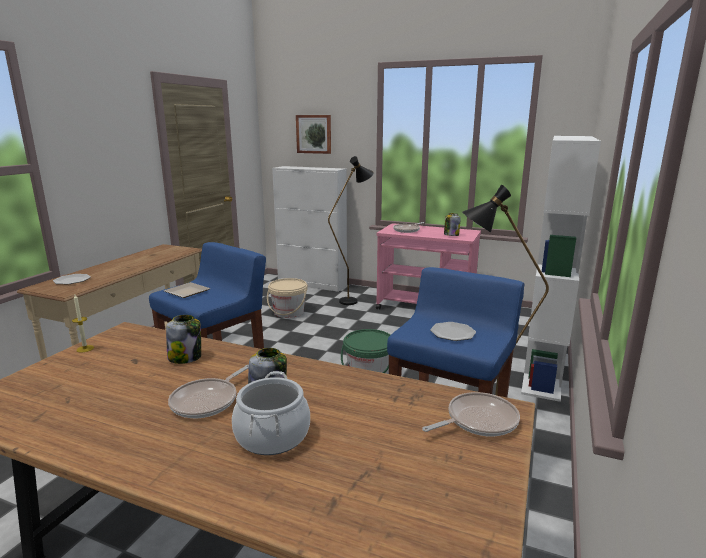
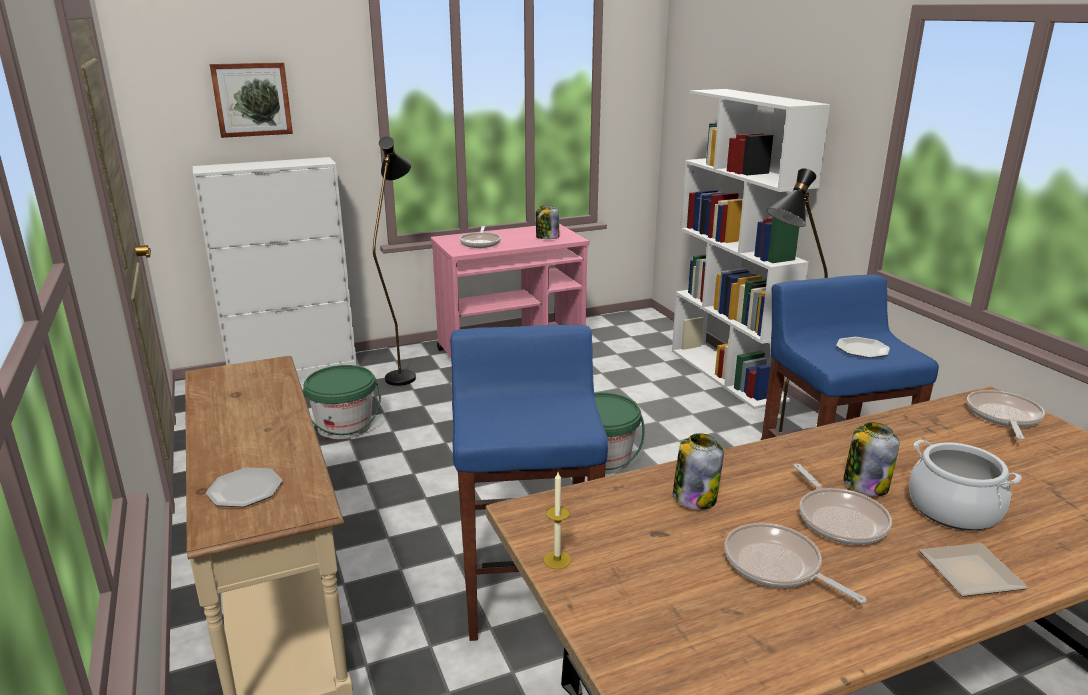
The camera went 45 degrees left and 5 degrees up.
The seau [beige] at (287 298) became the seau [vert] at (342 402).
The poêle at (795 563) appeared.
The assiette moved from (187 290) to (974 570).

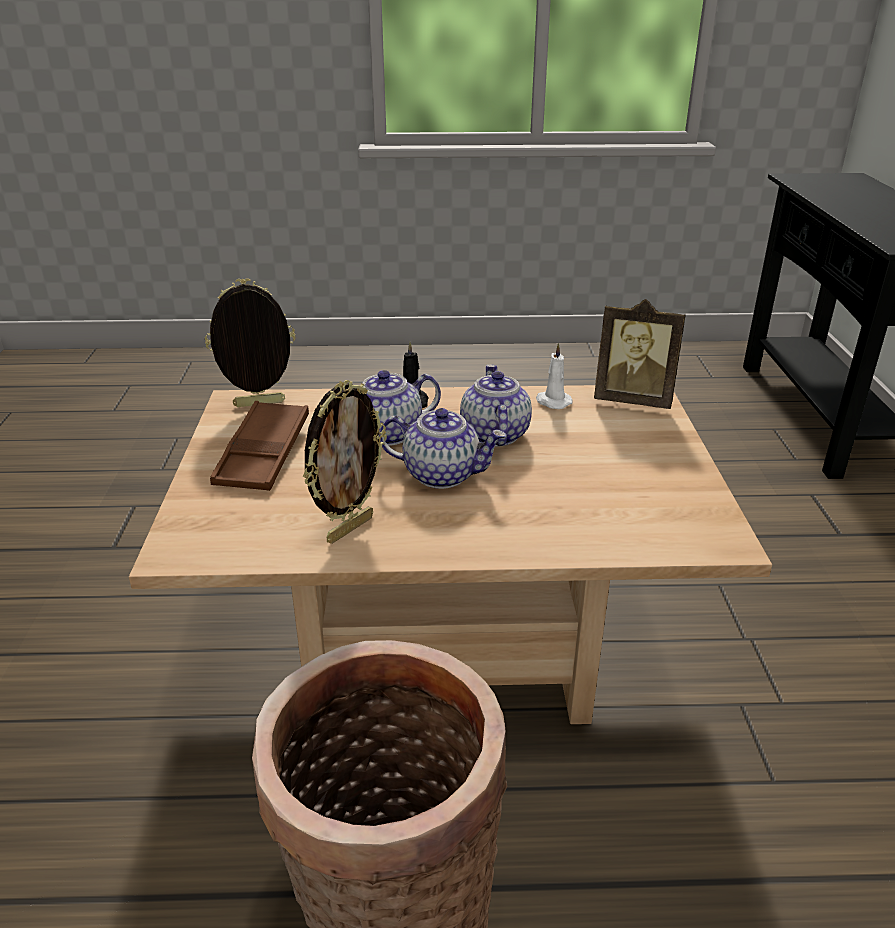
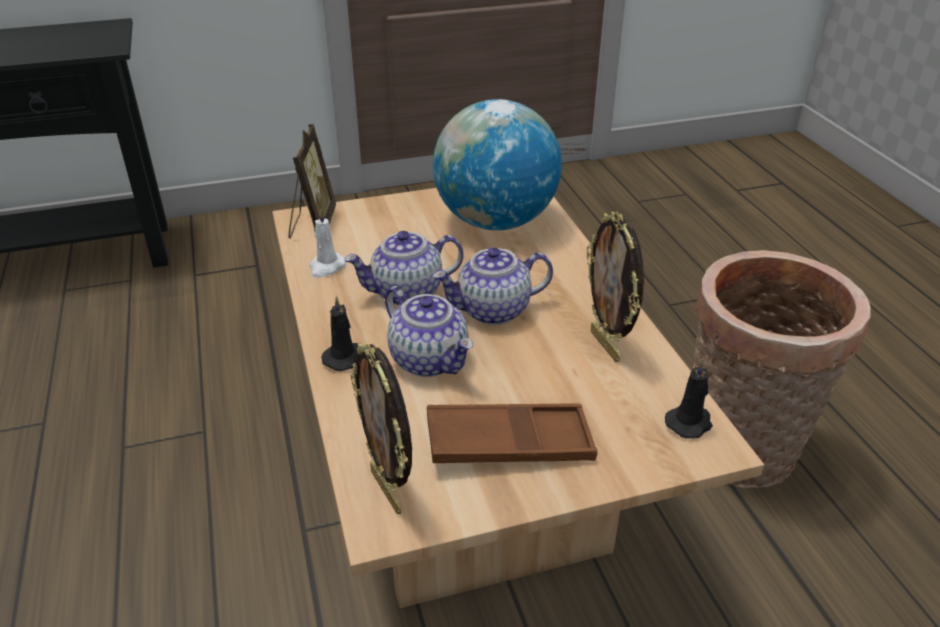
The camera went 105 degrees left and 5 degrees up.
The globe at (497 164) appeared.
The théière at (442 448) turned 105 degrees counterclockwise.
The cadre photo at (345 462) turned 135 degrees counterclockwise.
The bougie [noir] at (689 399) appeared.

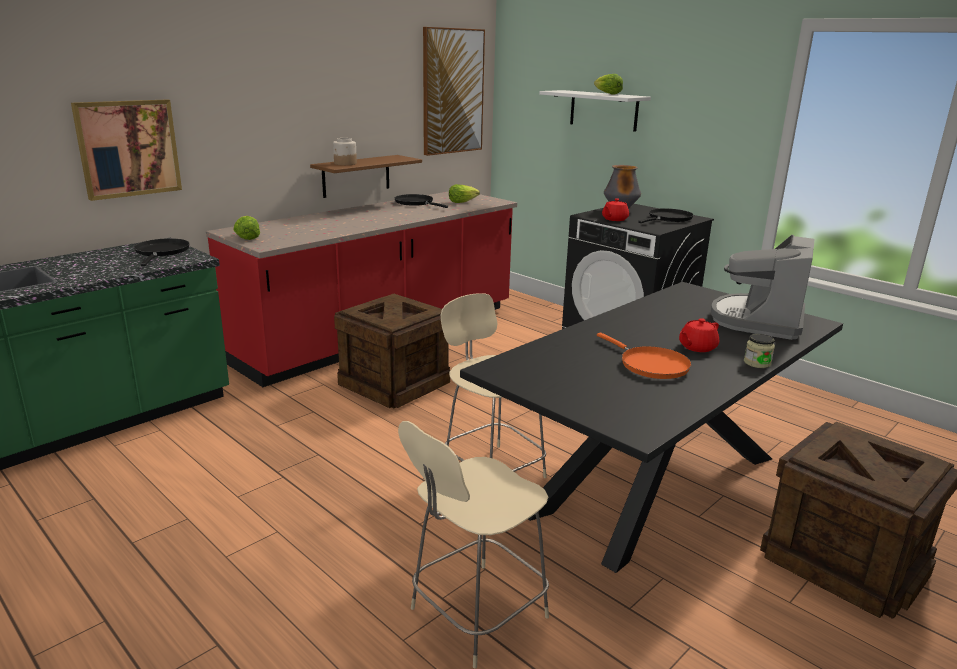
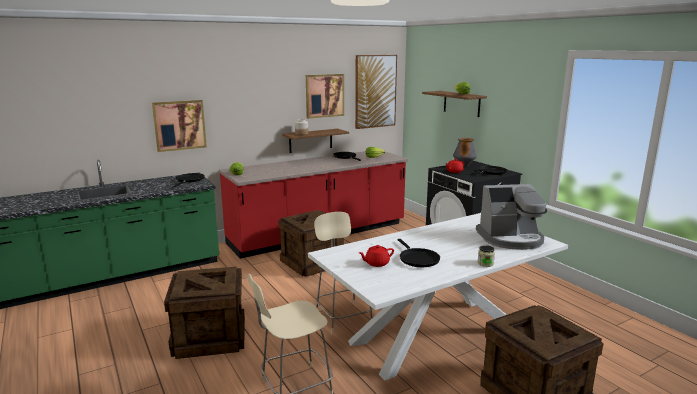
The camera went 15 degrees right and 5 degrees down.
The caisse at (204 313) appeared.
The tableau at (325 96) appeared.
The table à manger [noir] at (651 427) became the table à manger [blanc] at (438 296).
The théière [rouge] moved from (699 335) to (376 256).
The poêle [orange] at (644 356) became the poêle [noir] at (419 253).
The étagère [blanc] at (595 111) became the étagère [marron] at (454 104).
The machine à café at (762 287) turned 135 degrees counterclockwise.

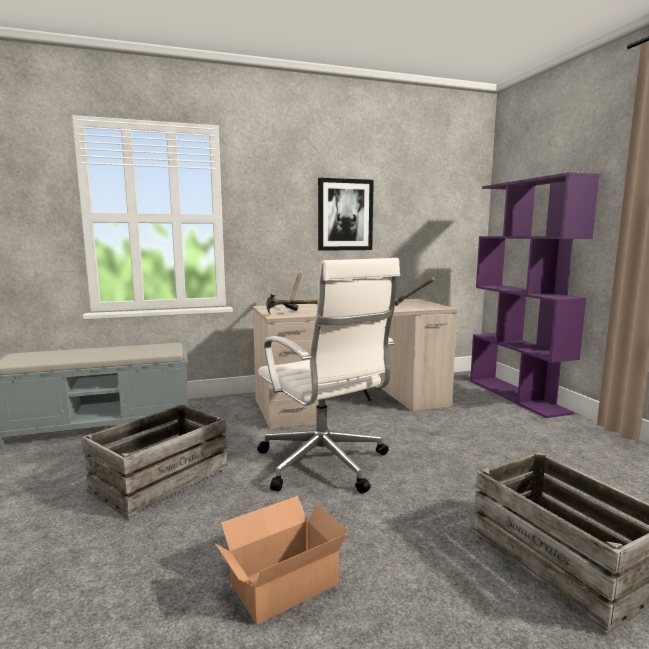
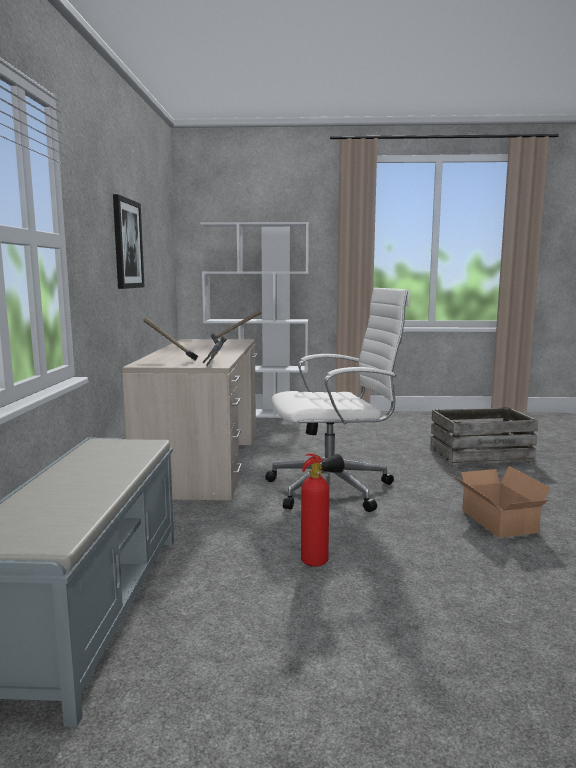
The camera went 70 degrees left and 0 degrees up.
The bibliothèque [violet] at (535 295) became the bibliothèque [blanc] at (254 320).
The caisse at (155 462) was replaced by the extincteur at (322 510).

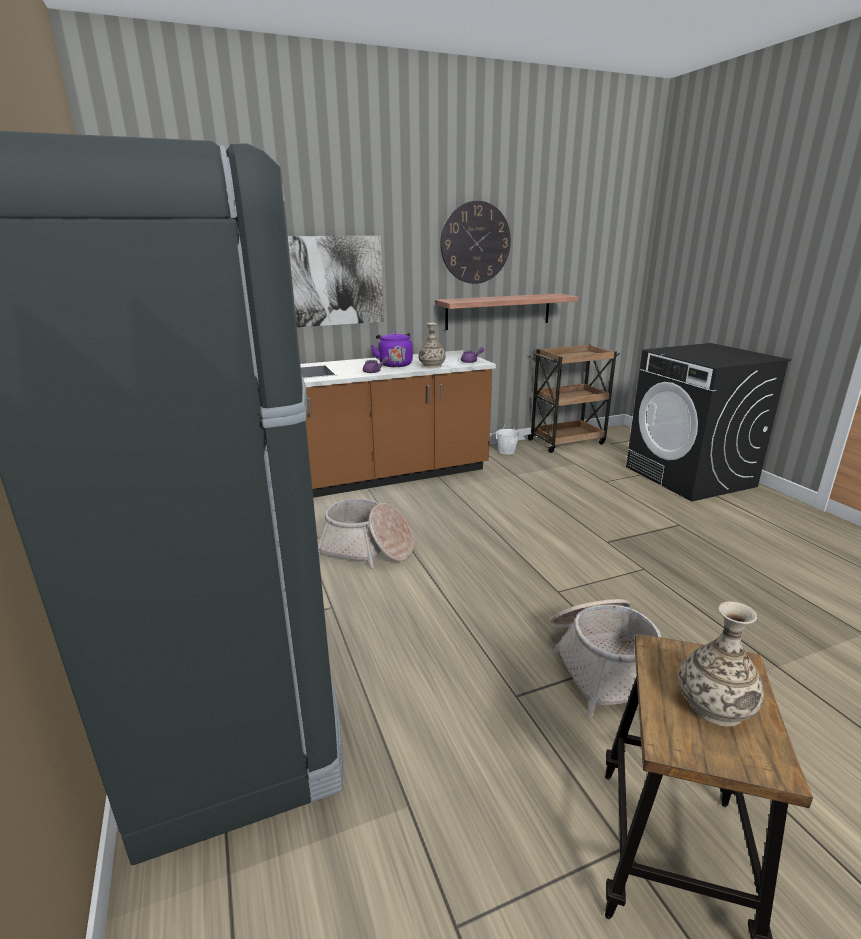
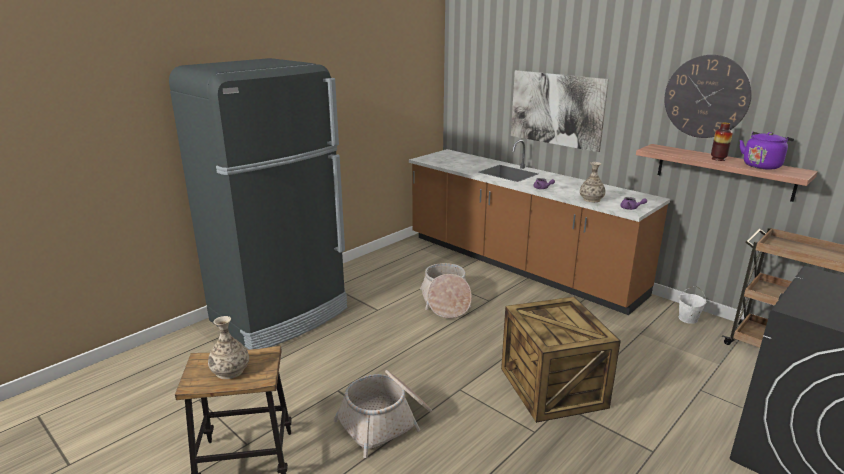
The camera went 65 degrees right and 0 degrees up.
The caisse at (561 360) appeared.
The vase at (722 141) appeared.
The bouilloire [violet] moved from (392 349) to (767 151).

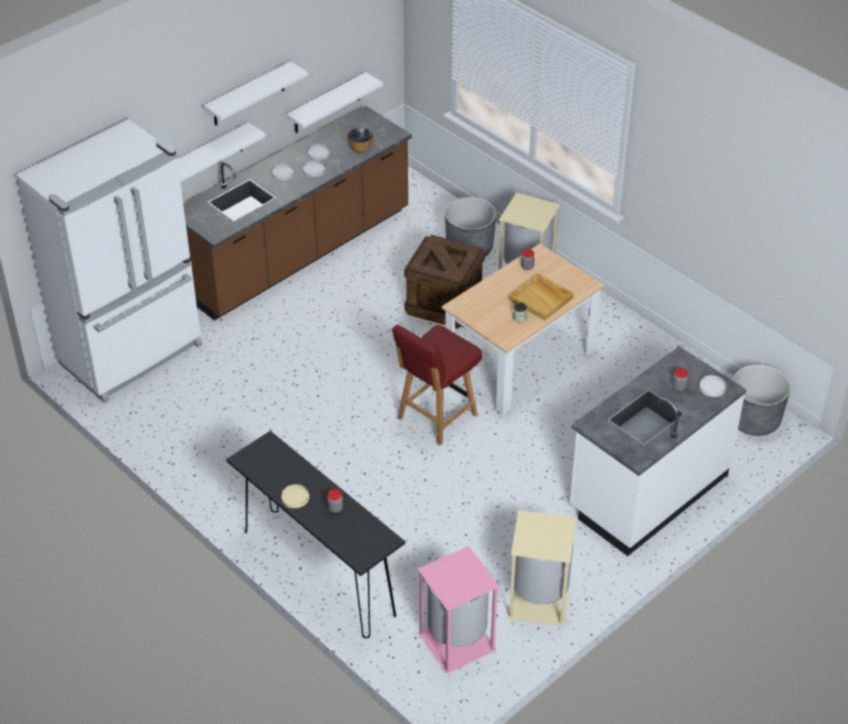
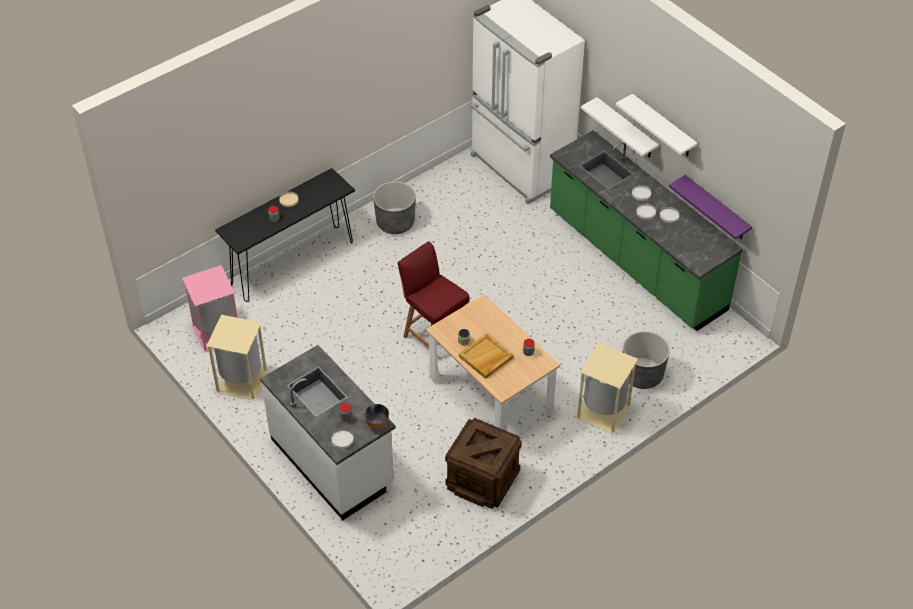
The camera went 95 degrees right and 5 degrees up.
The bol moved from (360 140) to (376 417).
The cache-pot [gris] moved from (762 400) to (394 207).
The caisse moved from (444 282) to (483 463).
The comptoir de cuisine [marron] at (297 213) became the comptoir de cuisine [vert] at (646 230).
The étagère [blanc] at (334 102) became the étagère [violet] at (710 207).

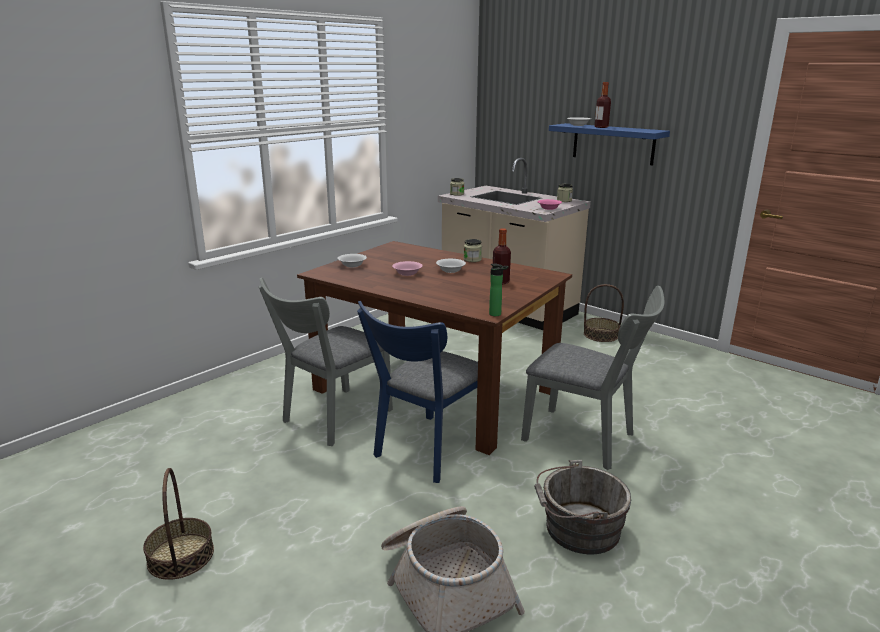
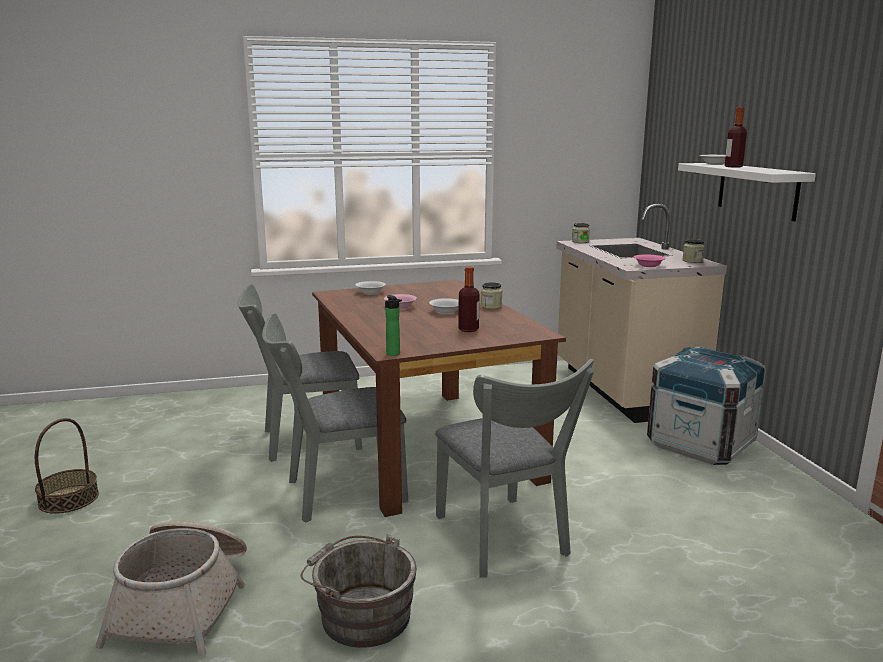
The camera went 35 degrees right and 5 degrees down.
The chaise [bleu] at (417 392) became the chaise [gris] at (335 418).
The panier at (604 313) was replaced by the caisse at (706 406).
The étagère [bleu] at (609 144) became the étagère [blanc] at (747 192).

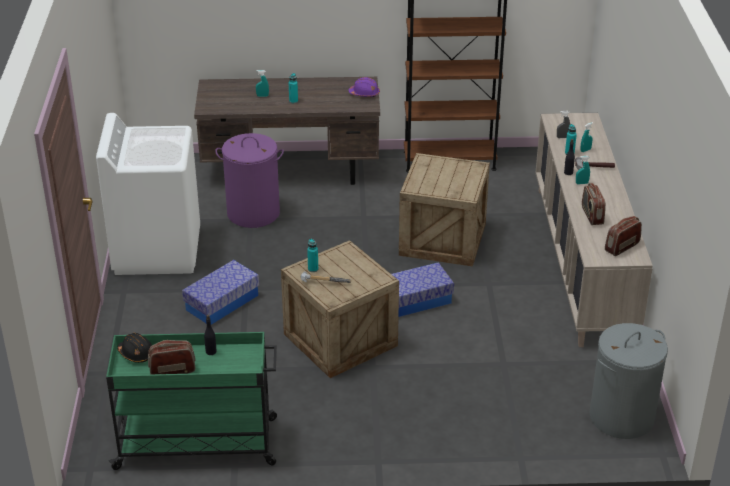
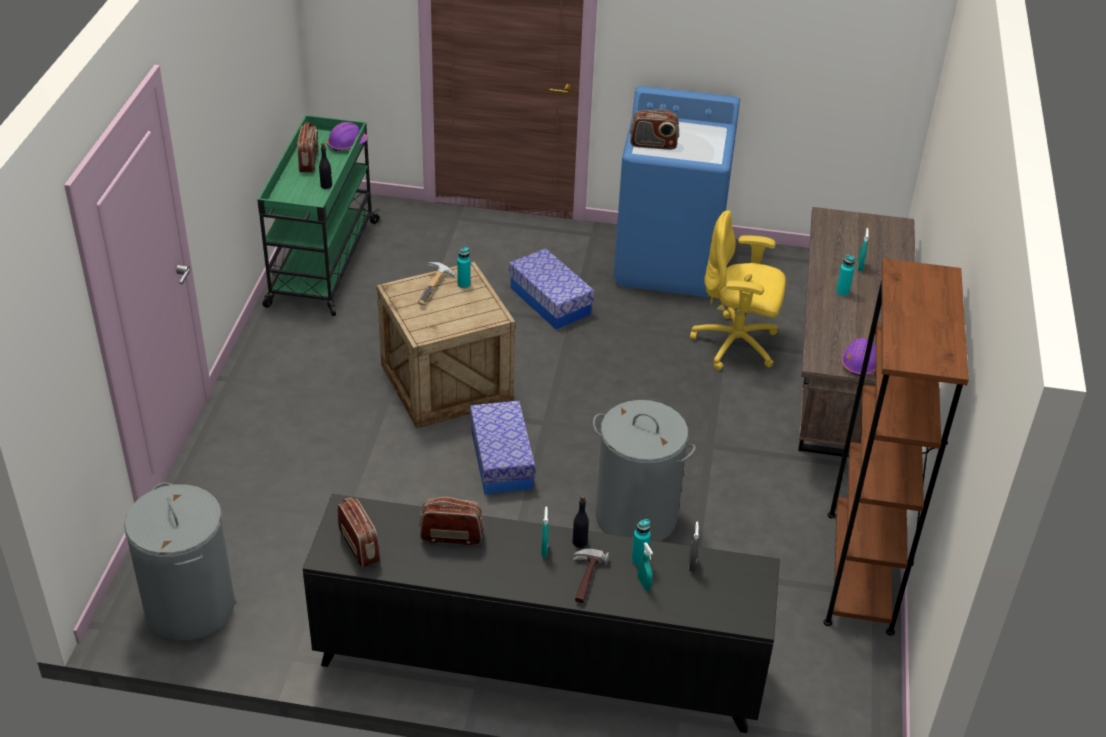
The camera went 100 degrees right and 5 degrees up.
The meuble de rangement [beige] at (594 230) became the meuble de rangement [noir] at (541 613).
The casque de chantier [noir] at (134 348) became the casque de chantier [violet] at (347 136).
The caisse at (444 210) was replaced by the panier à linge [gris] at (644 470).
The lave-linge [blanc] at (148 194) became the lave-linge [bleu] at (677 191).
The radio at (654 129) appeared.
The panier à linge [violet] at (249 180) was replaced by the chaise de bureau [jaune] at (738 290).

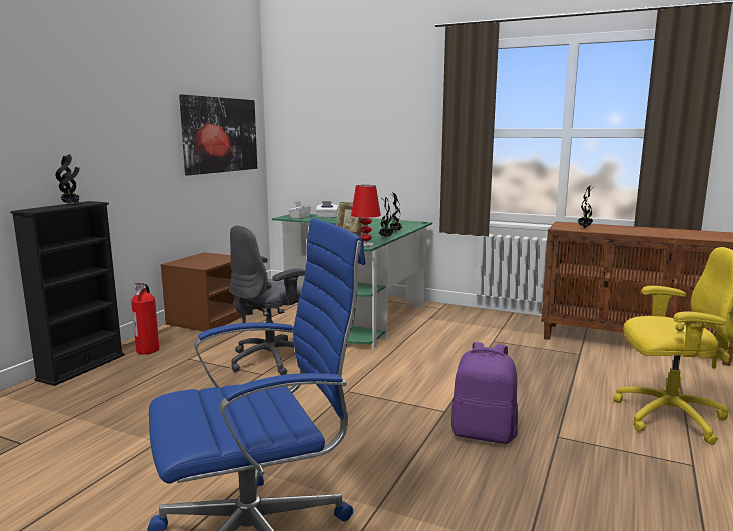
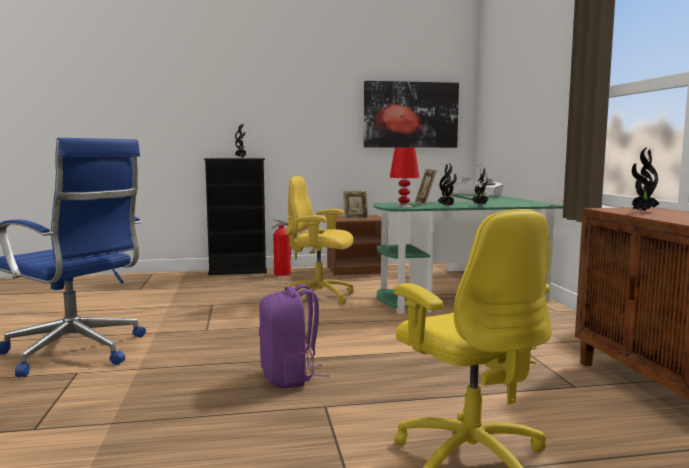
The camera went 55 degrees right and 5 degrees down.
The chaise de bureau [gris] at (267 300) became the chaise de bureau [jaune] at (318 240).
The cadre photo at (355 205) appeared.

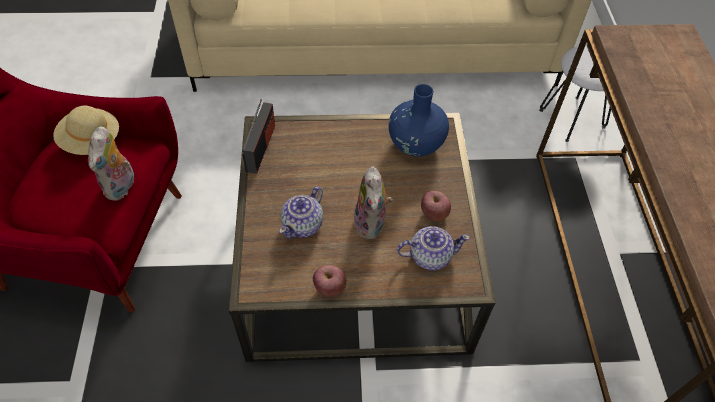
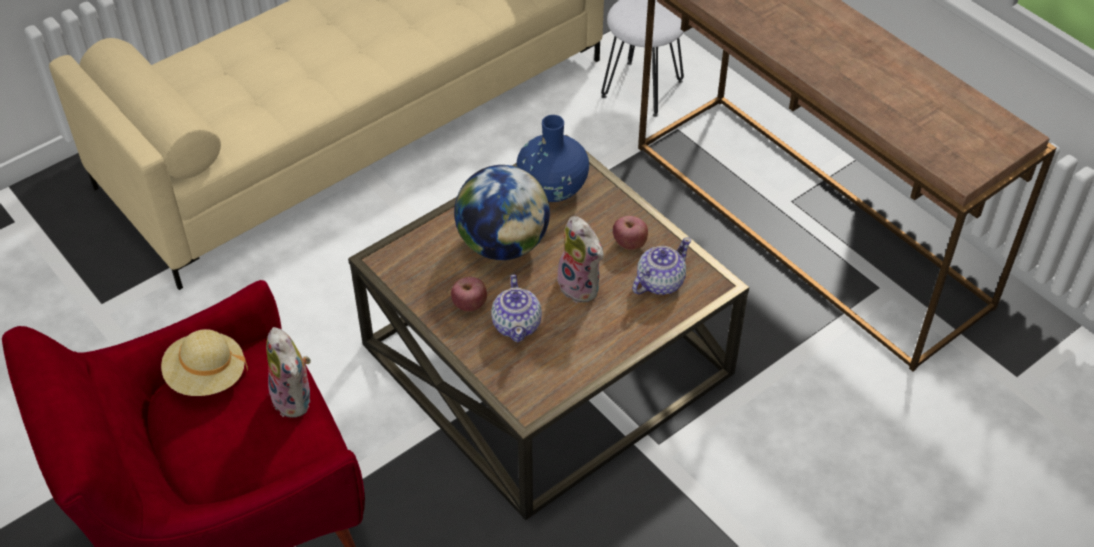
The camera went 35 degrees left and 5 degrees down.
The pomme moved from (329 281) to (469 294).
The globe at (502 212) appeared.
The radio at (258 136) disappeared.

